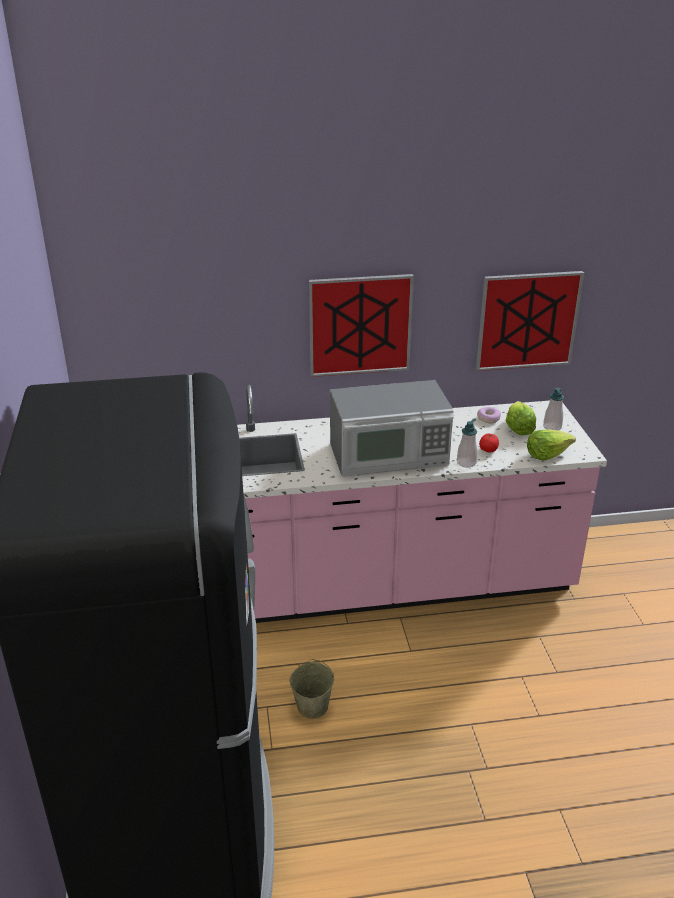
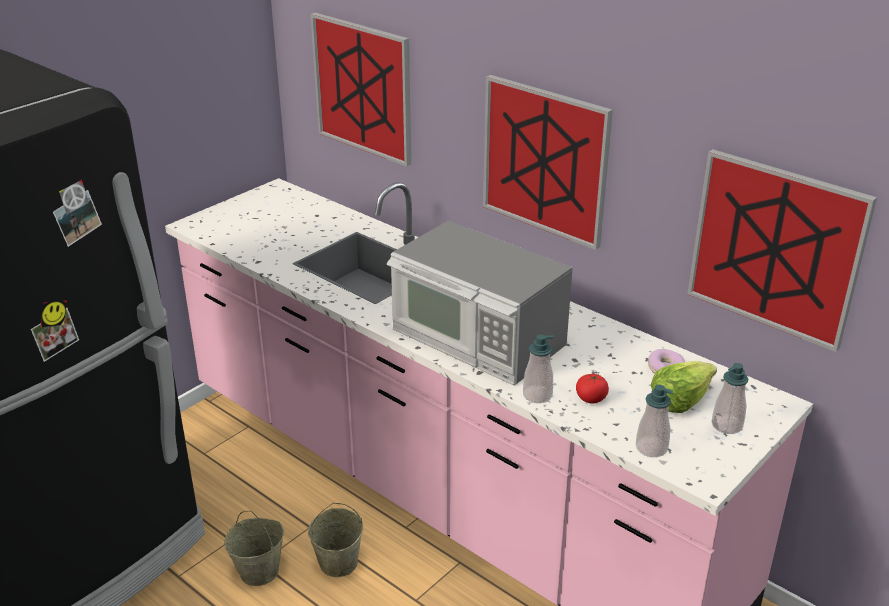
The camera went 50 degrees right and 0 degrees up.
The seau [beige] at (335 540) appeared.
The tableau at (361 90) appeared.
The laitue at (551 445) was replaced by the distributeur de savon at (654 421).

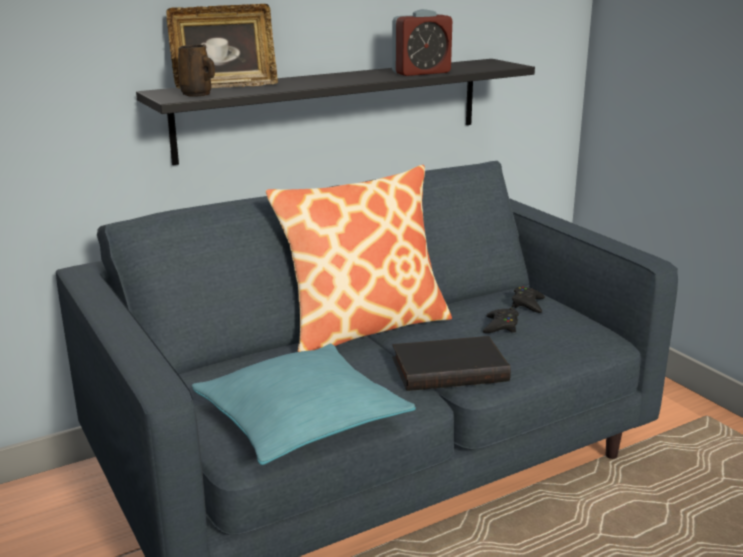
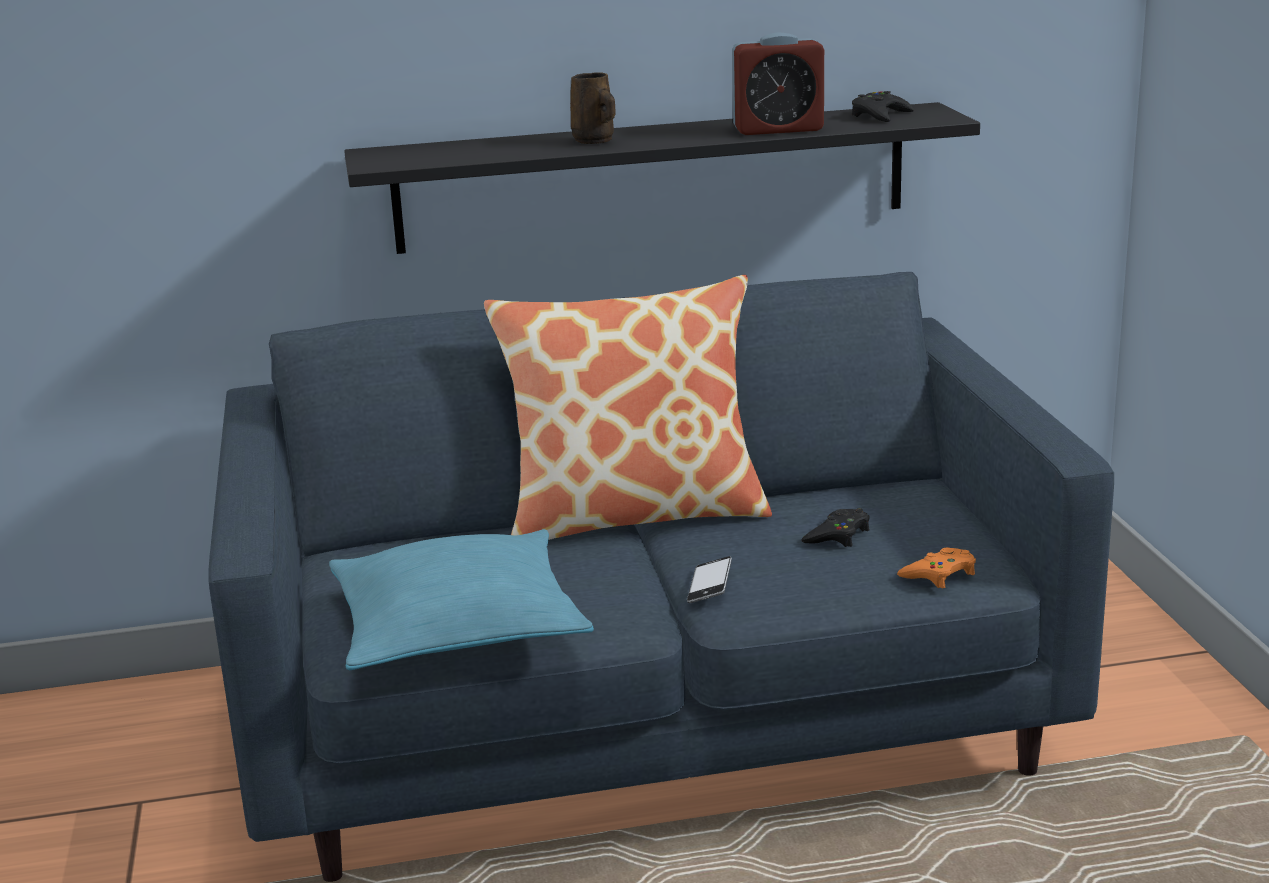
The camera went 20 degrees right and 0 degrees up.
The mug [marron] moved from (196 71) to (592 108).
The livre [noir] at (451 363) was replaced by the téléphone at (709 579).
The manette [noir] moved from (528 300) to (883 106).
The manette [orange] at (936 568) appeared.
The cadre photo at (222 46) disappeared.

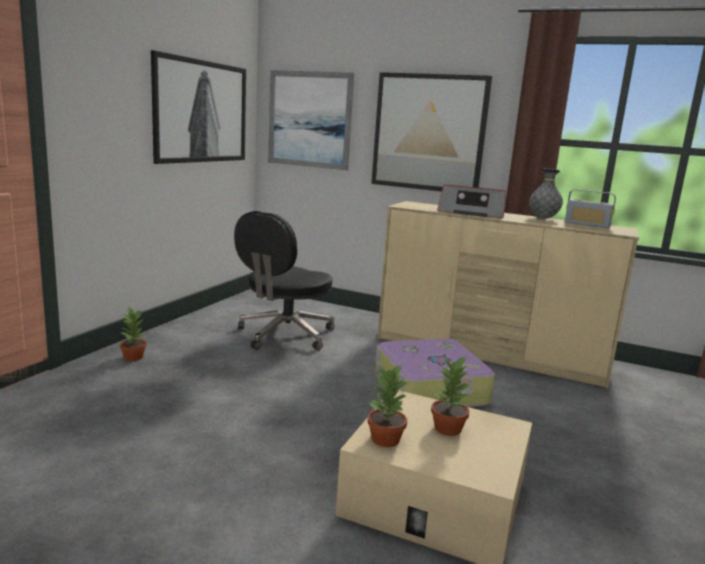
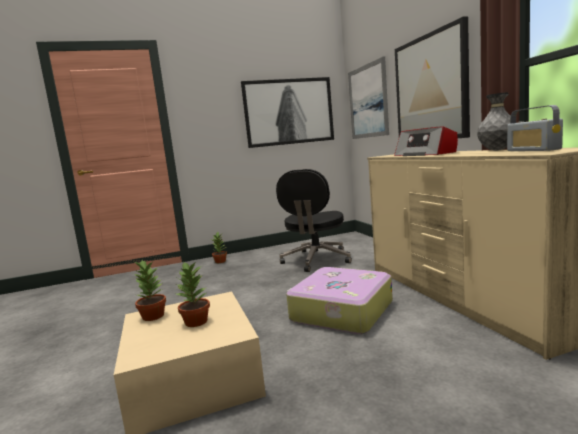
The camera went 50 degrees right and 5 degrees down.
The chaise de bureau [noir] at (284 280) turned 60 degrees counterclockwise.

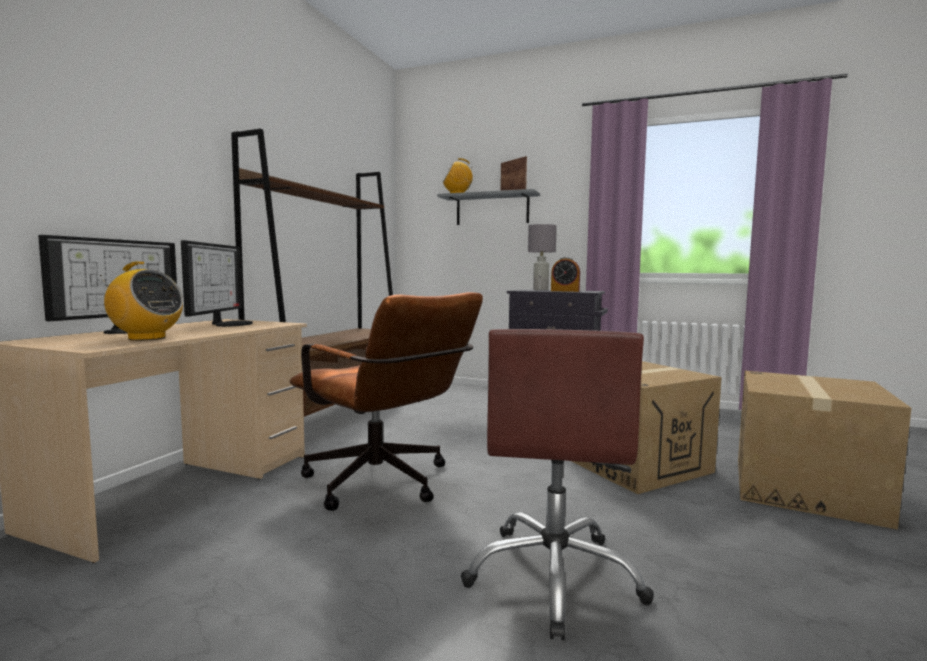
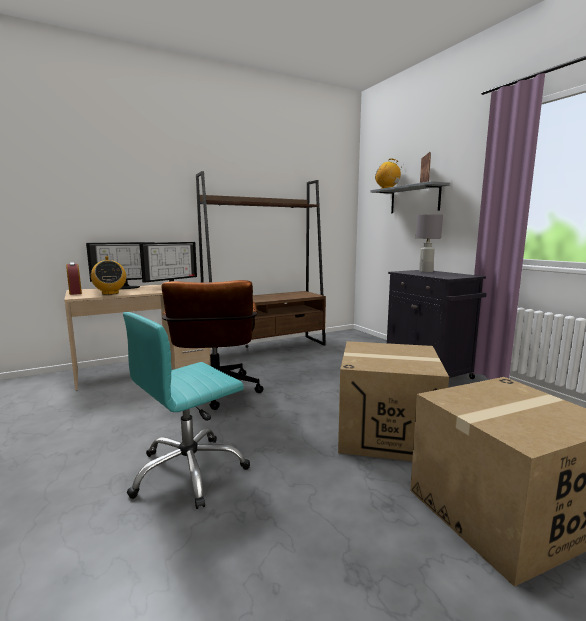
The camera went 40 degrees right and 5 degrees up.
The réveil moved from (565 274) to (74 278).
The chaise de bureau [marron] at (557 484) became the chaise de bureau [turquoise] at (186 410).

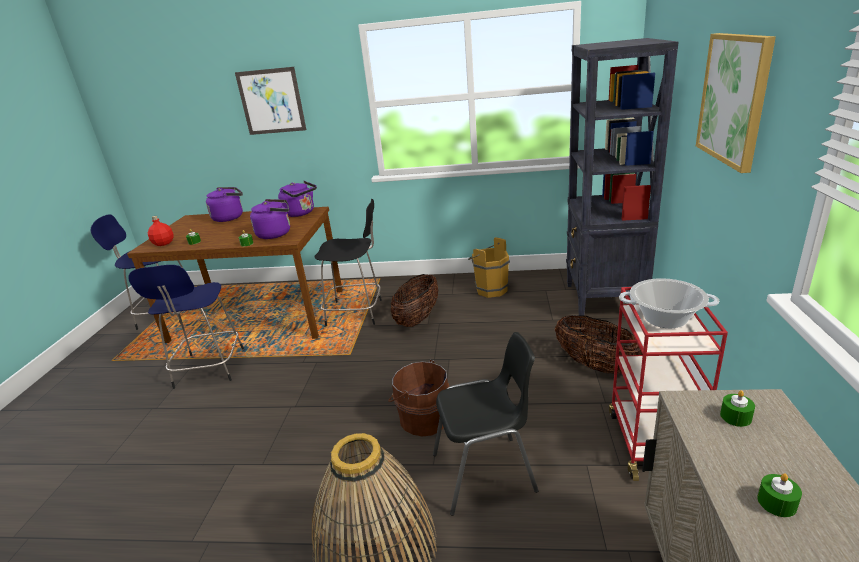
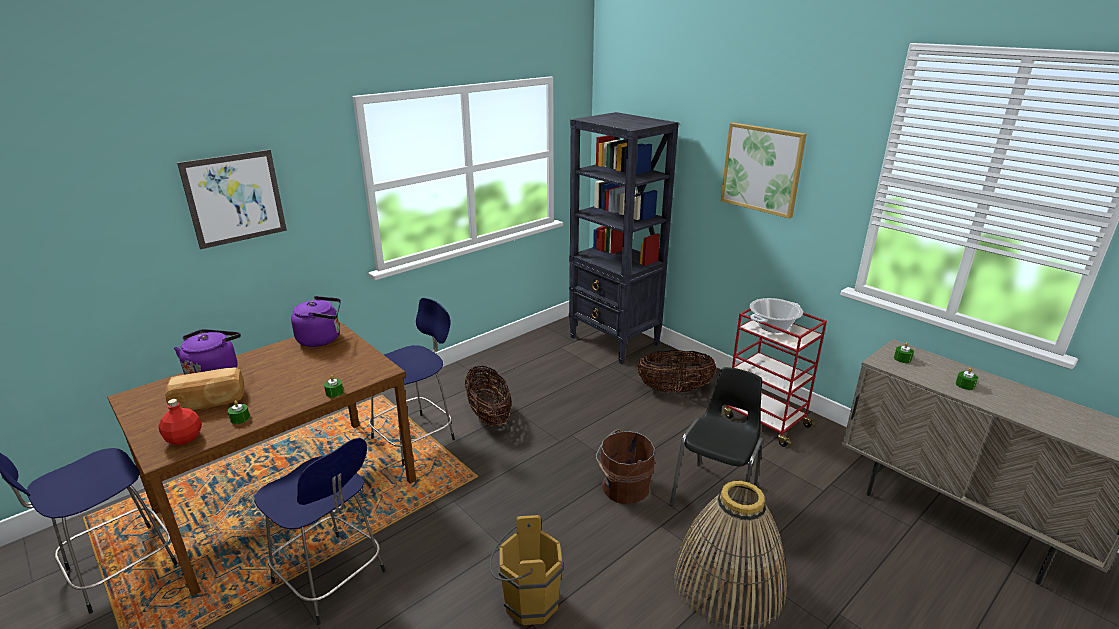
The camera went 50 degrees left and 0 degrees up.
The pain at (205 389) appeared.
The tabouret [noir] at (348 262) became the tabouret [bleu] at (412 382).
The seau [marron] moved from (489 267) to (526 570).
The bouilloire [violet] at (270 219) disappeared.

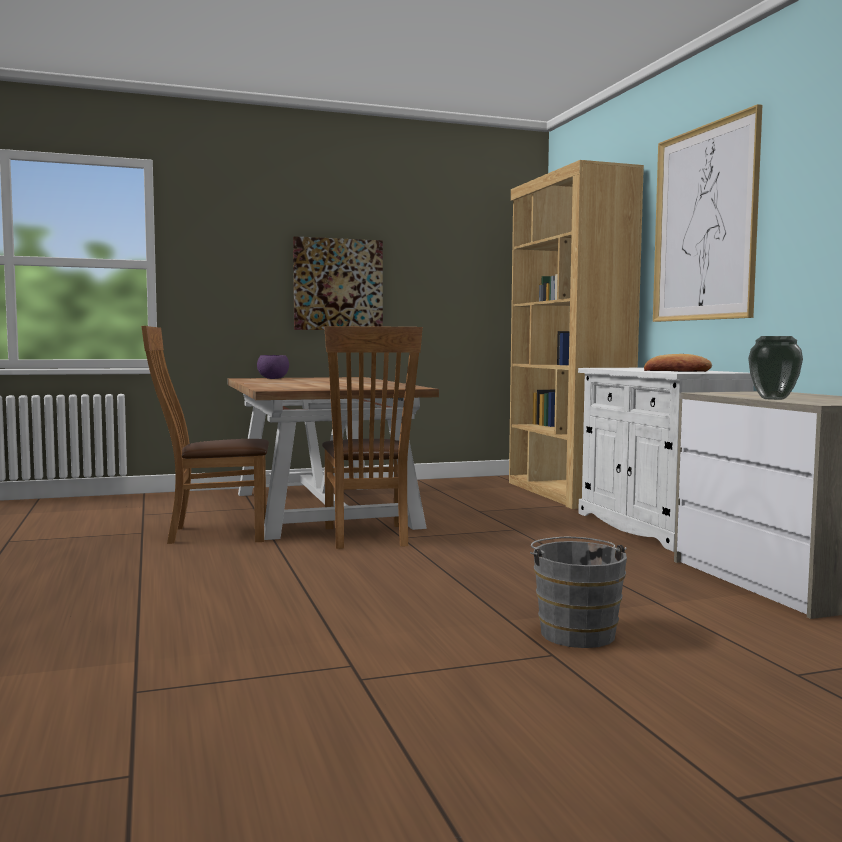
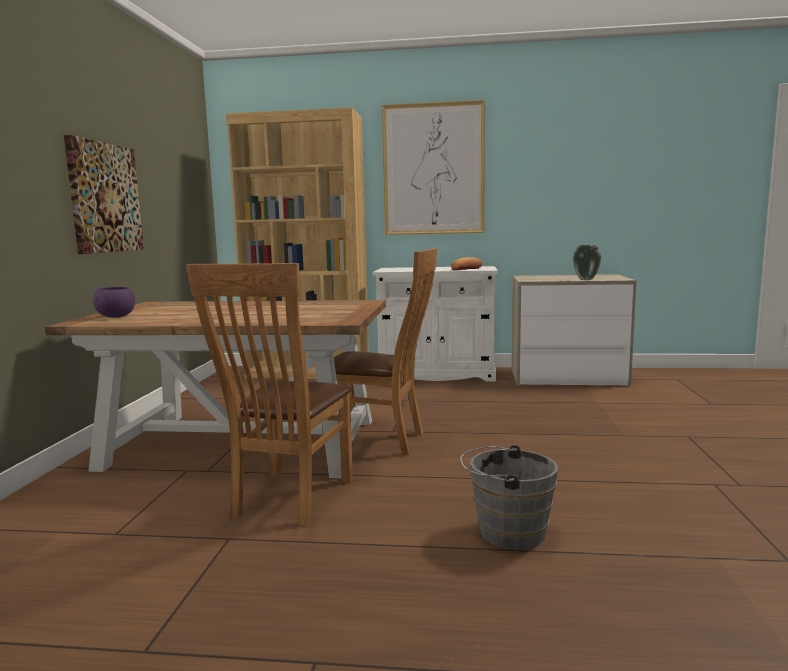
The camera went 65 degrees left and 5 degrees up.
The seau [gris] moved from (578 592) to (509 497).

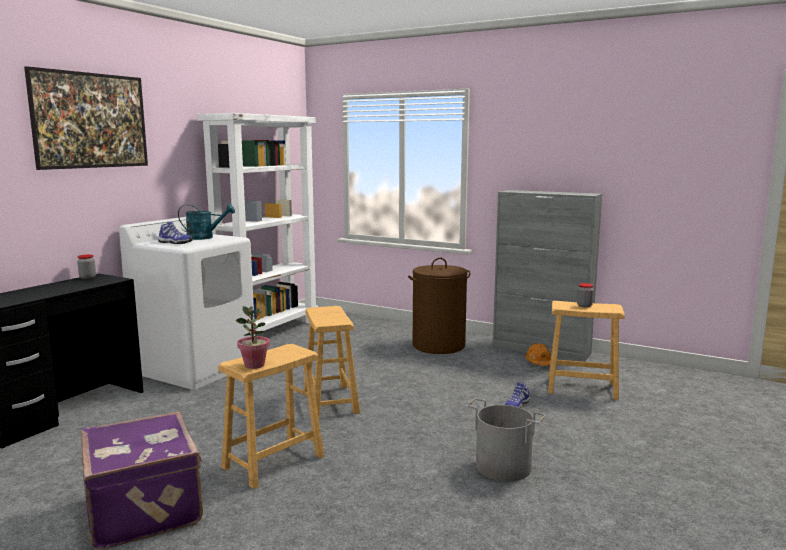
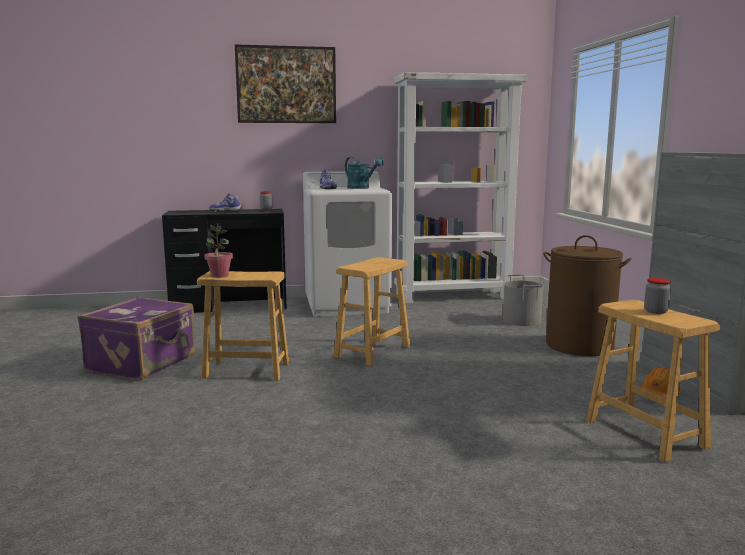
The camera went 50 degrees right and 0 degrees up.
The chaussure moved from (517 395) to (225 202).
The seau [gris] moved from (506 439) to (523 300).

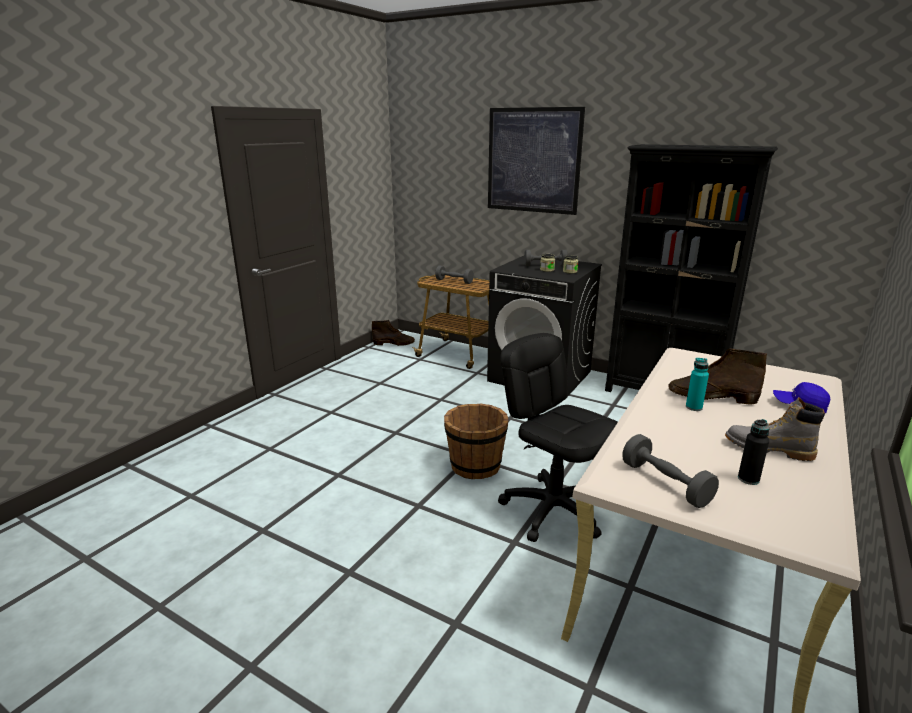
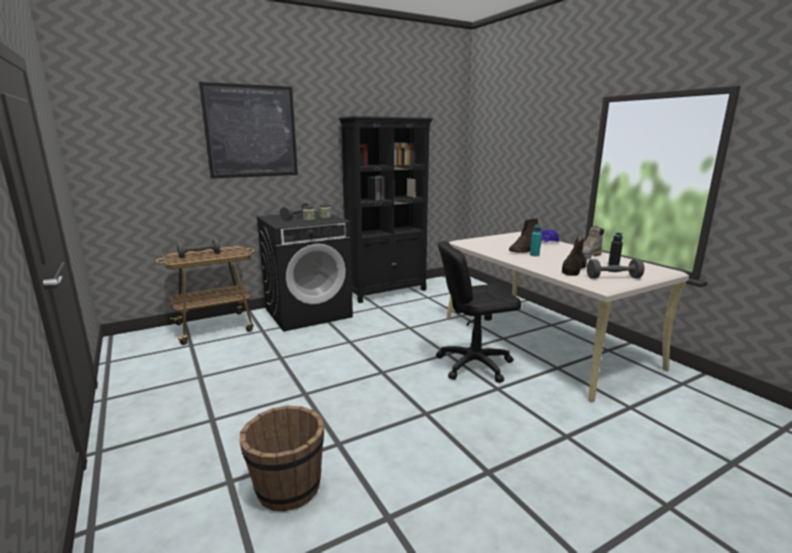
The camera went 60 degrees left and 5 degrees down.
The seau [marron] moved from (476 441) to (282 459).
The botte [marron] moved from (393 333) to (574 256).

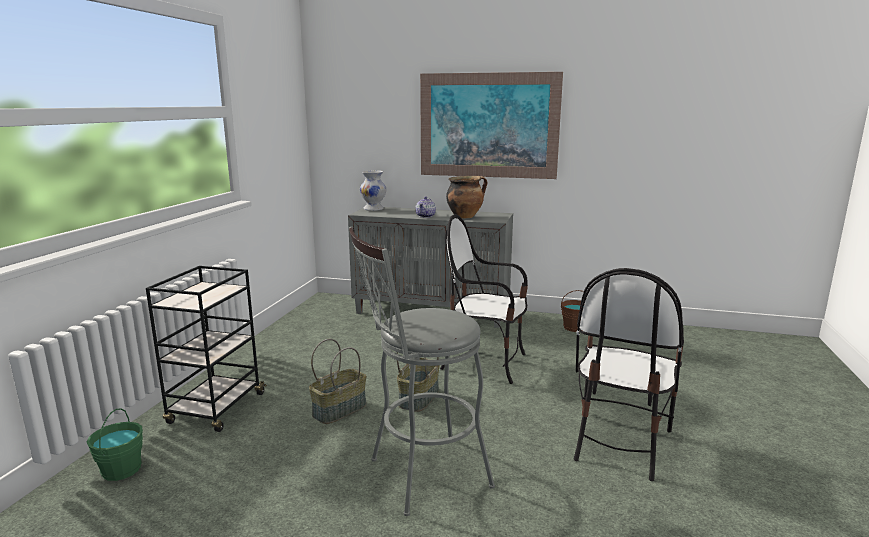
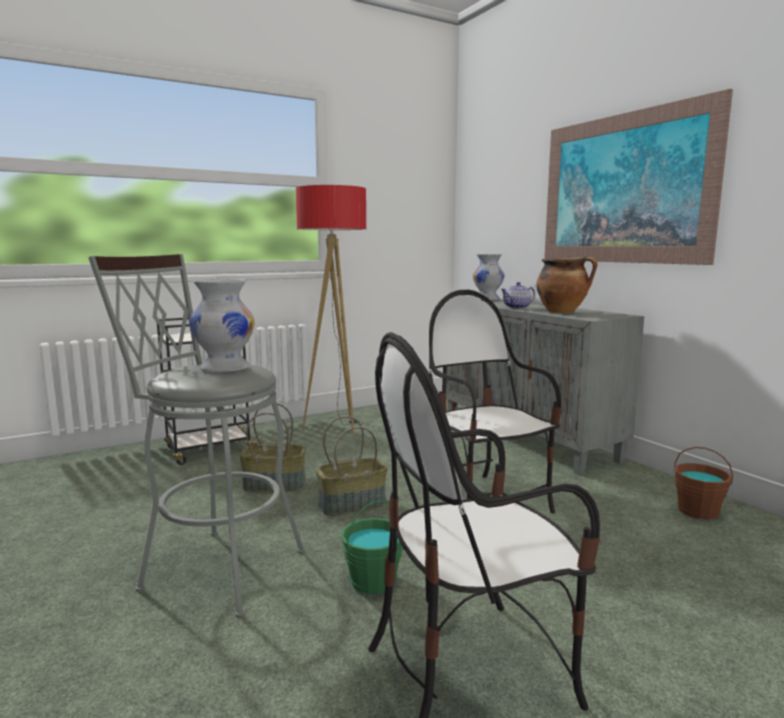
The camera went 45 degrees right and 5 degrees down.
The vase [blanc] at (222 325) appeared.
The lampadaire at (331 310) appeared.
The seau [vert] moved from (115 444) to (372 547).

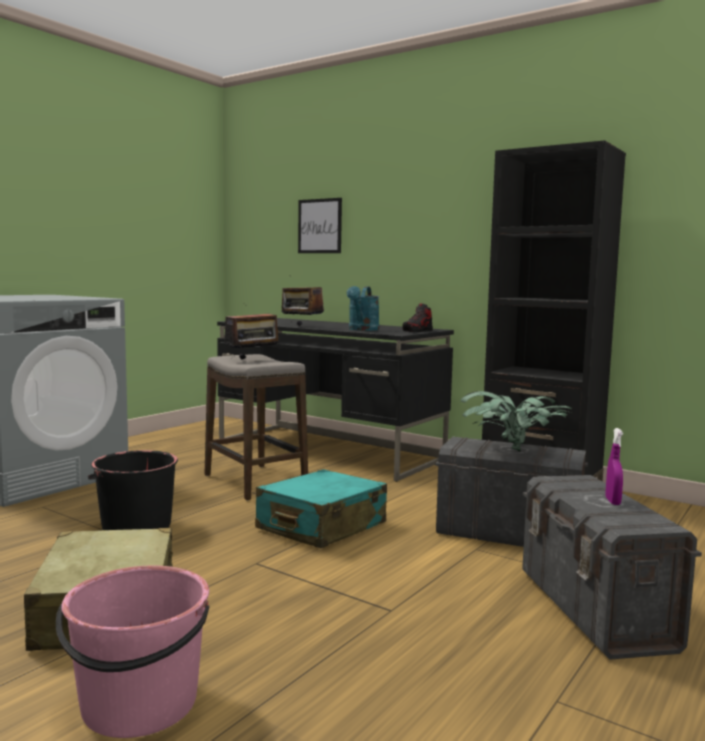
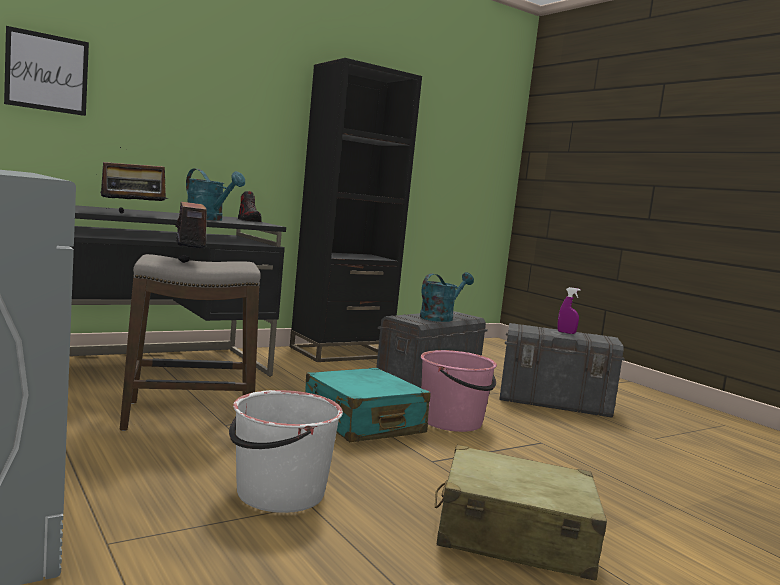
The camera went 70 degrees left and 0 degrees up.
The seau [noir] at (133 490) became the seau [blanc] at (286 451).
The plante en pot at (516 421) was replaced by the arrosoir [turquoise] at (447 297).
The seau [rose] moved from (132 651) to (459 391).

